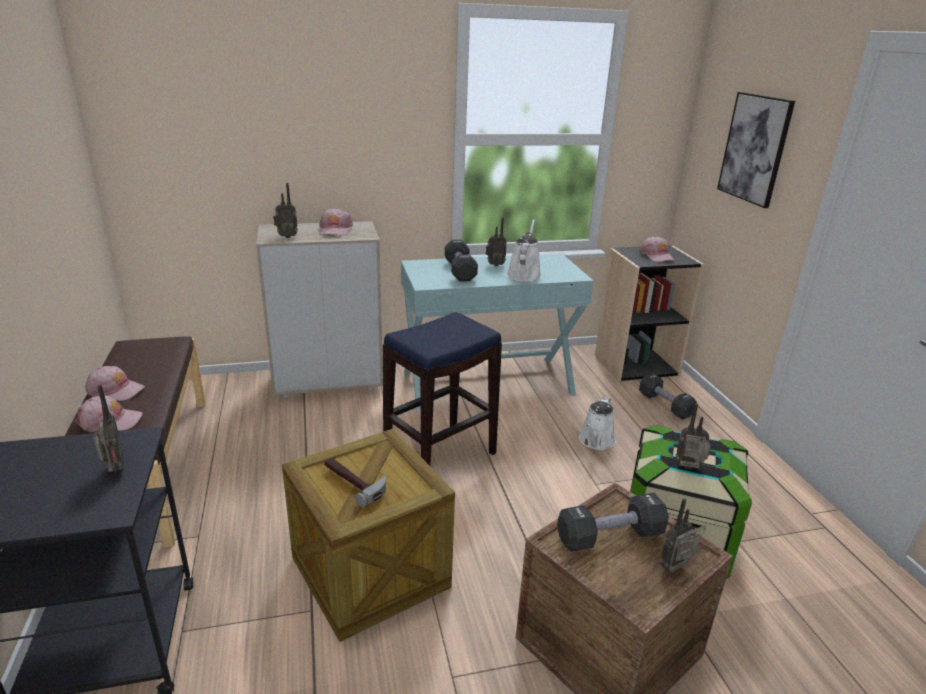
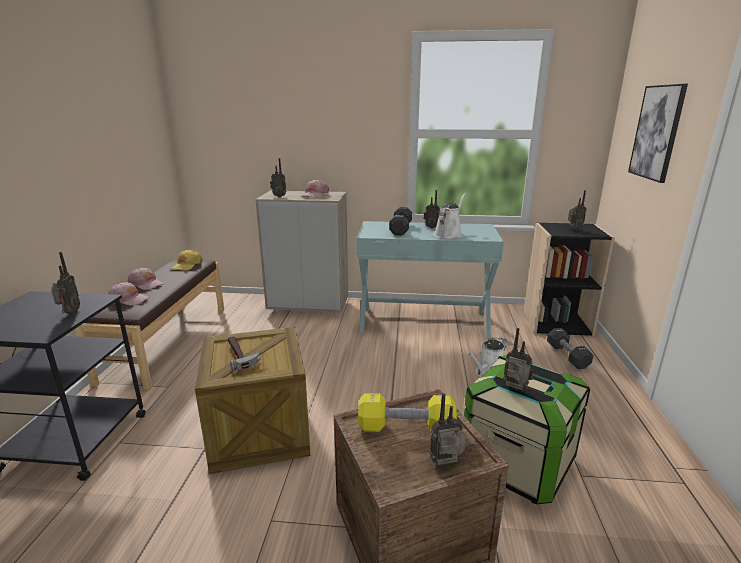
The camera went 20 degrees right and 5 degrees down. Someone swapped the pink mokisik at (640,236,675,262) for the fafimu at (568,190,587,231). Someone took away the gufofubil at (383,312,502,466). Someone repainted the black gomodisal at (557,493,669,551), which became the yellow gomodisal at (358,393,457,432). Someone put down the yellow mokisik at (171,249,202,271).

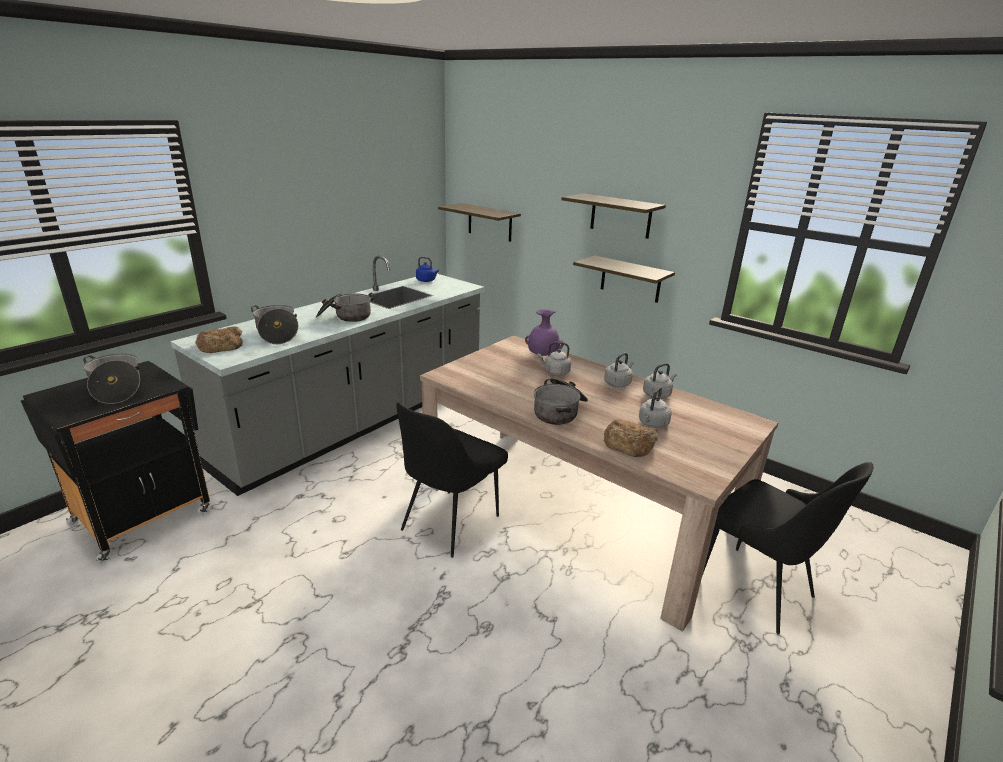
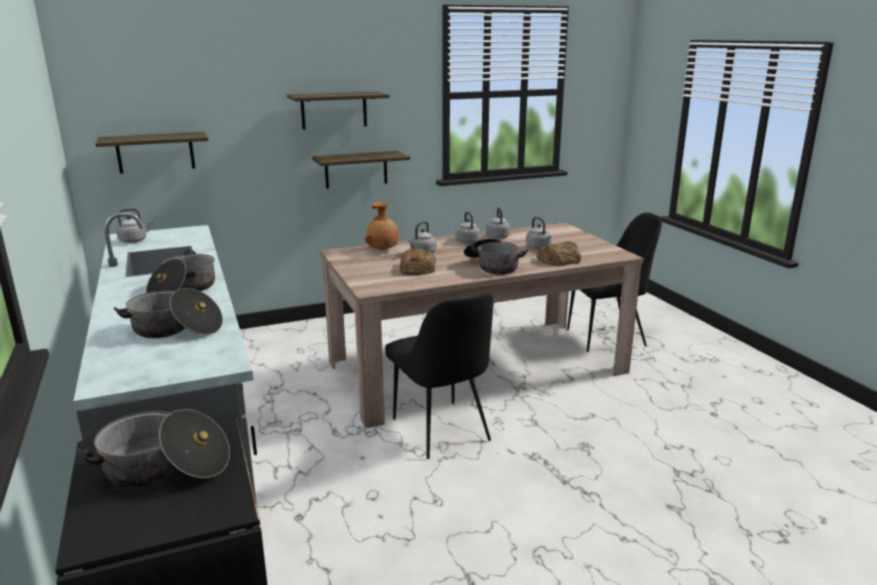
The camera went 60 degrees left and 5 degrees down. Someone repainted the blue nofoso at (416,257,439,282), which became the grey nofoso at (116,208,153,243). Someone repainted the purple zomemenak at (525,309,564,356), which became the brown zomemenak at (365,202,399,250). Someone carried the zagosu from (195,327,243,353) to (400,248,436,275).

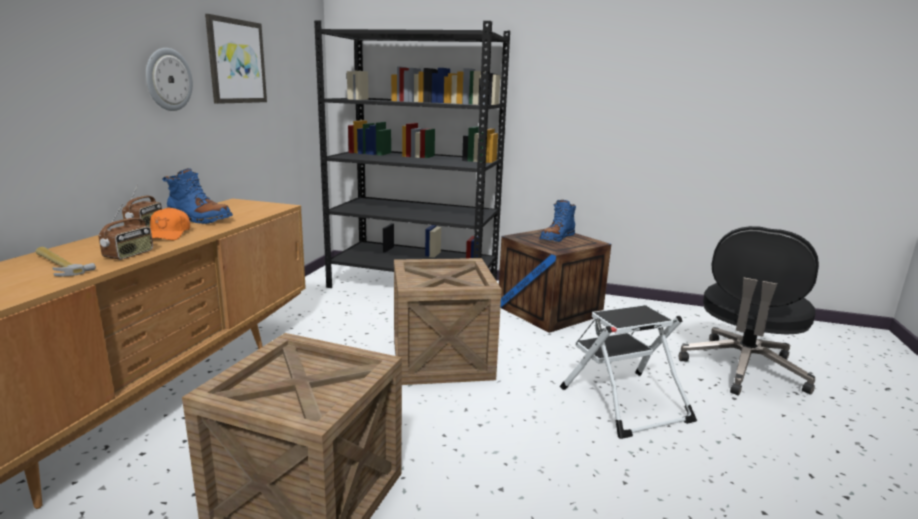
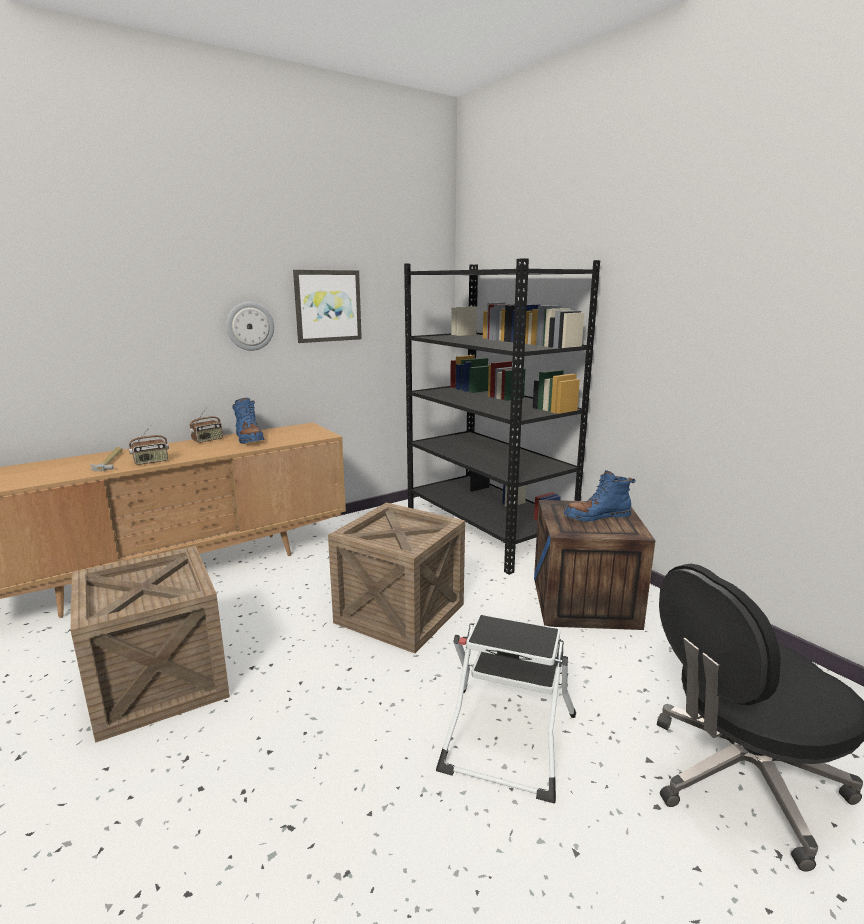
The camera went 40 degrees right and 0 degrees up. Someone took away the orange mokisik at (150,207,190,240).

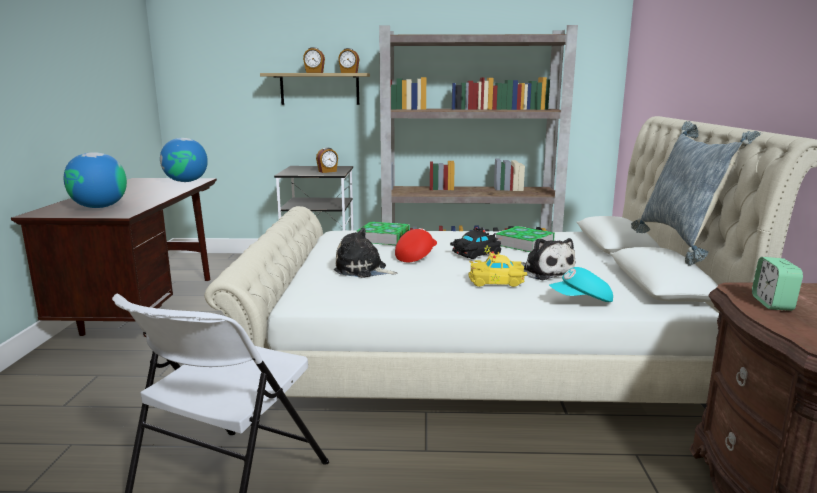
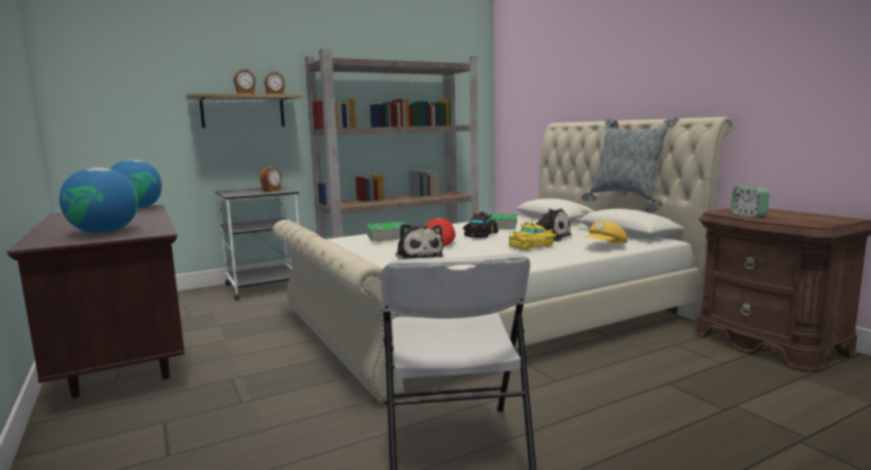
The camera went 30 degrees left and 5 degrees down. Someone rotated the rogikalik at (334,227,398,278) by 105 degrees counterclockwise. Someone repainted the turquoise mokisik at (549,267,613,302), which became the yellow mokisik at (586,221,627,244).

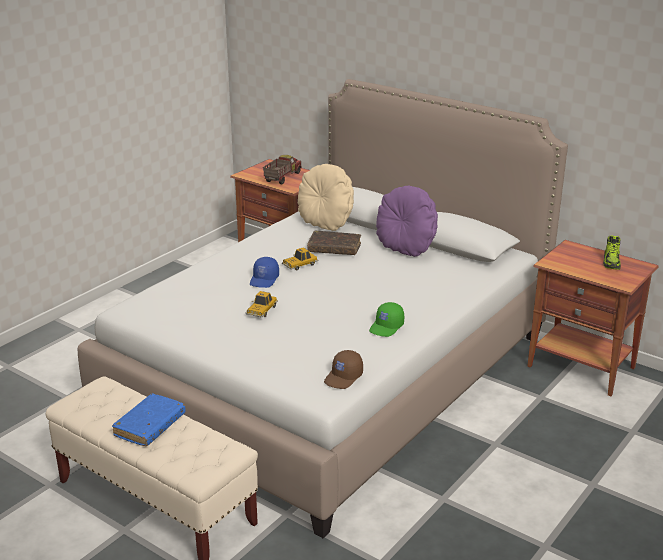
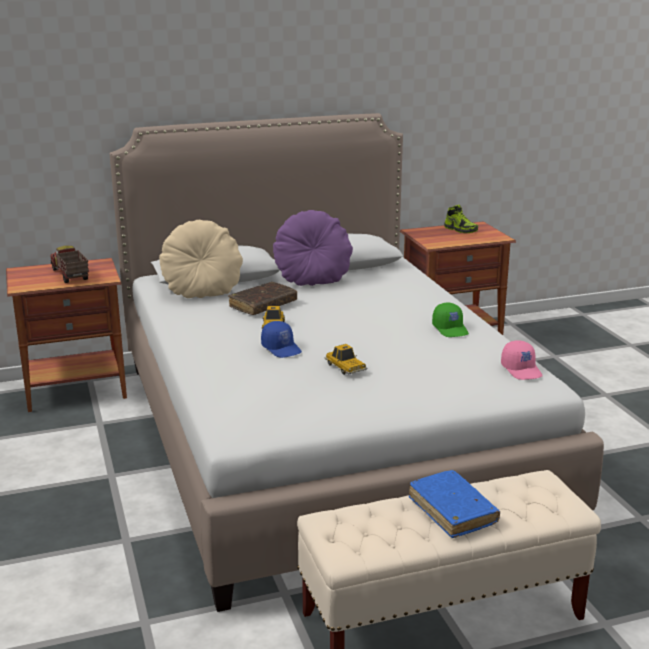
The camera went 55 degrees left and 5 degrees down. Someone repainted the brown mokisik at (324,350,363,389), which became the pink mokisik at (501,340,542,380).

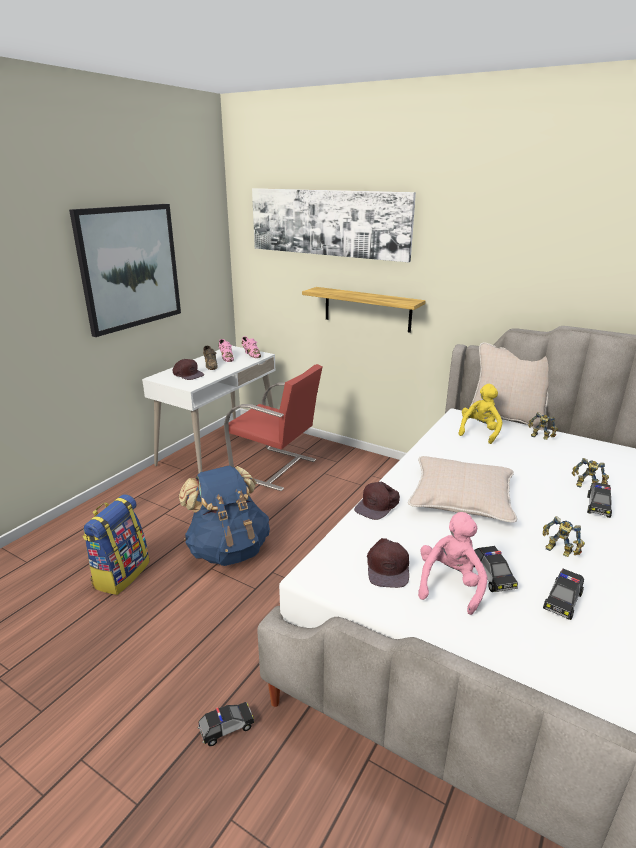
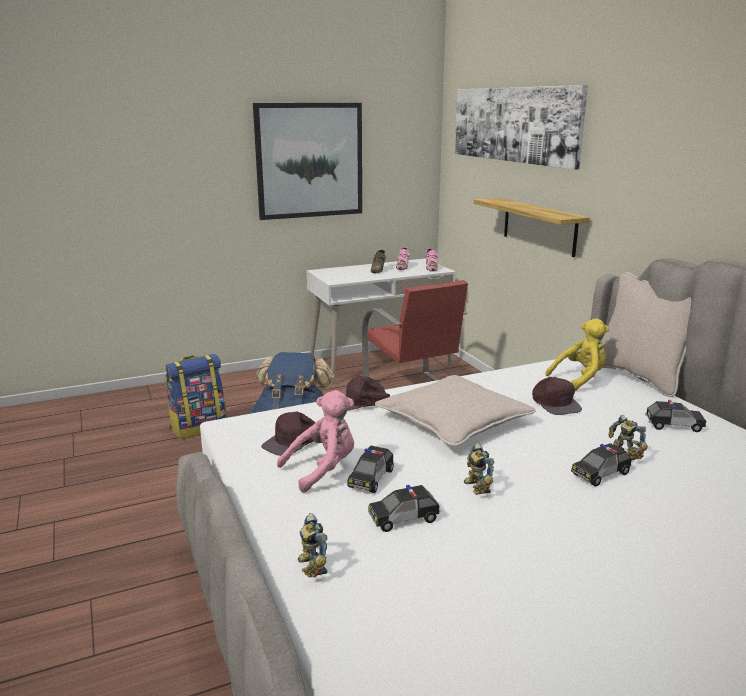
The camera went 35 degrees right and 5 degrees down. Someone carried the brown mokisik from (173,359,204,380) to (532,377,582,415). Someone carried the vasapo from (529,412,558,440) to (298,513,327,577). Someone carried the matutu from (198,702,254,746) to (645,400,706,432).

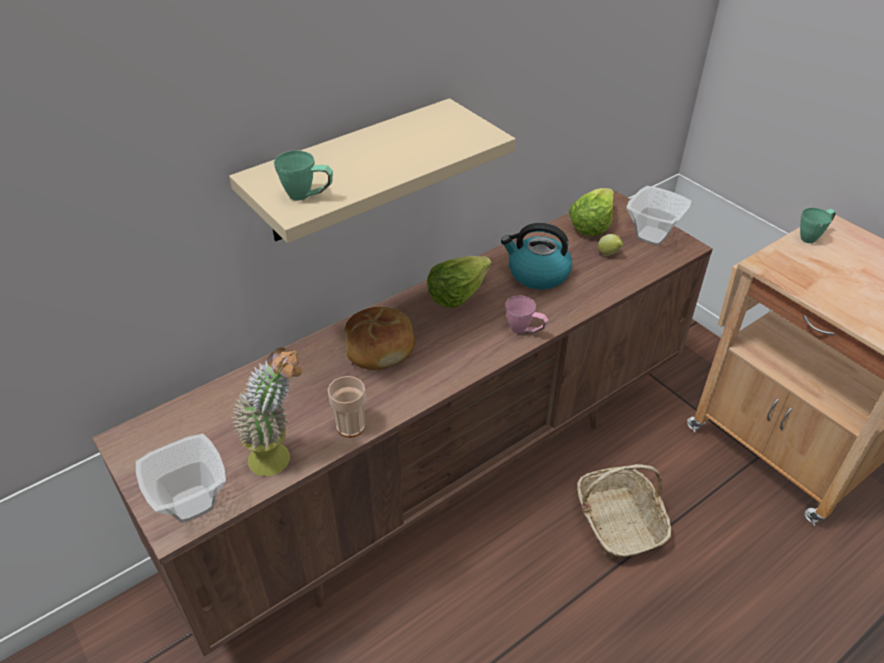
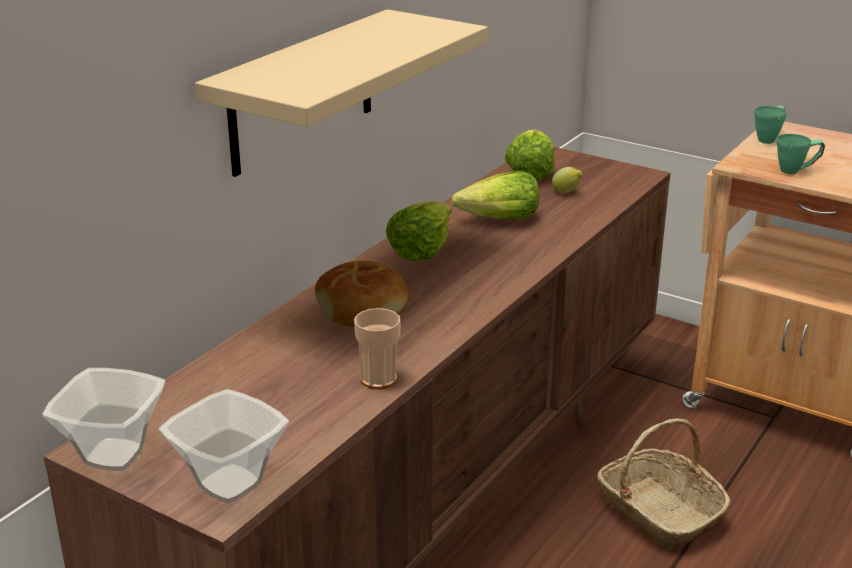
The camera went 20 degrees left and 15 degrees down. Someone carried the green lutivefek from (274,150,333,201) to (777,134,825,174). Someone carried the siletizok from (626,186,691,246) to (42,368,165,471). Someone swapped the nofoso at (501,223,572,289) for the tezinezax at (451,171,540,220). Someone took away the pink lutivefek at (505,295,548,334). Someone took away the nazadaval at (231,347,302,476).

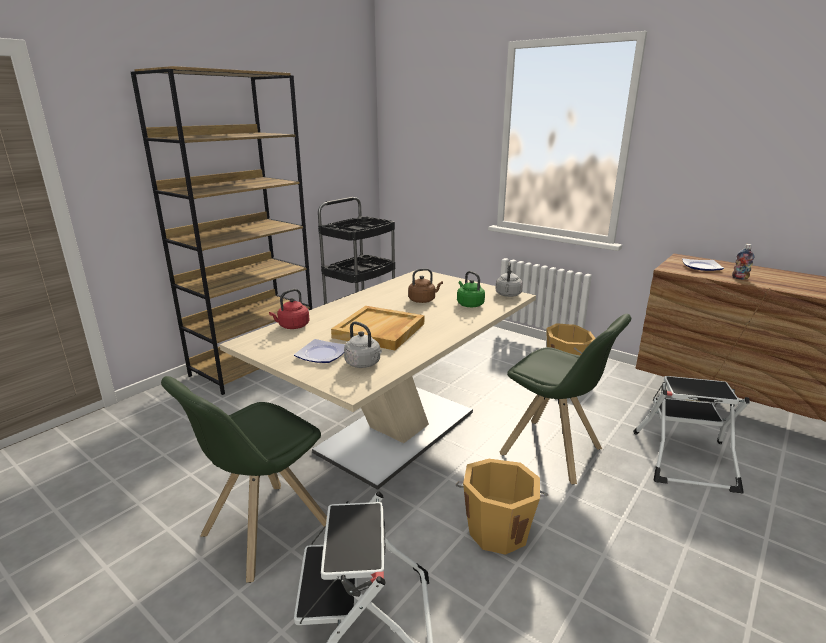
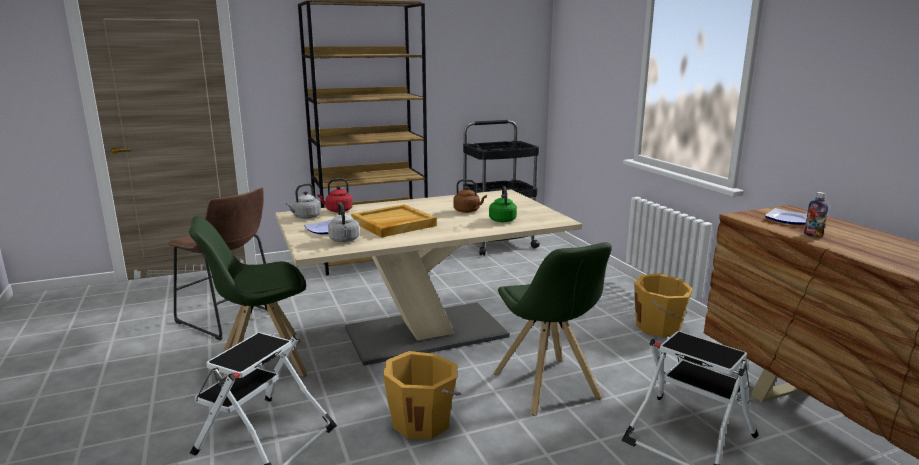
The camera went 30 degrees right and 5 degrees down. Someone carried the grey nofoso from (495,262,523,297) to (286,183,321,219). Someone put down the brown gufofubil at (168,187,267,340).

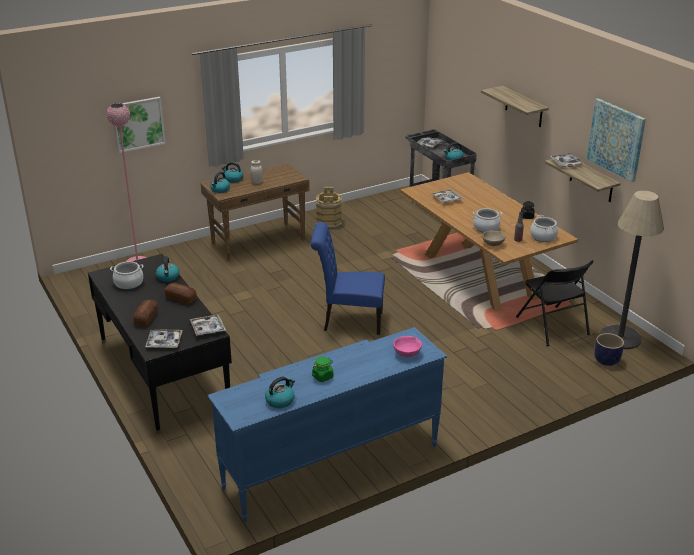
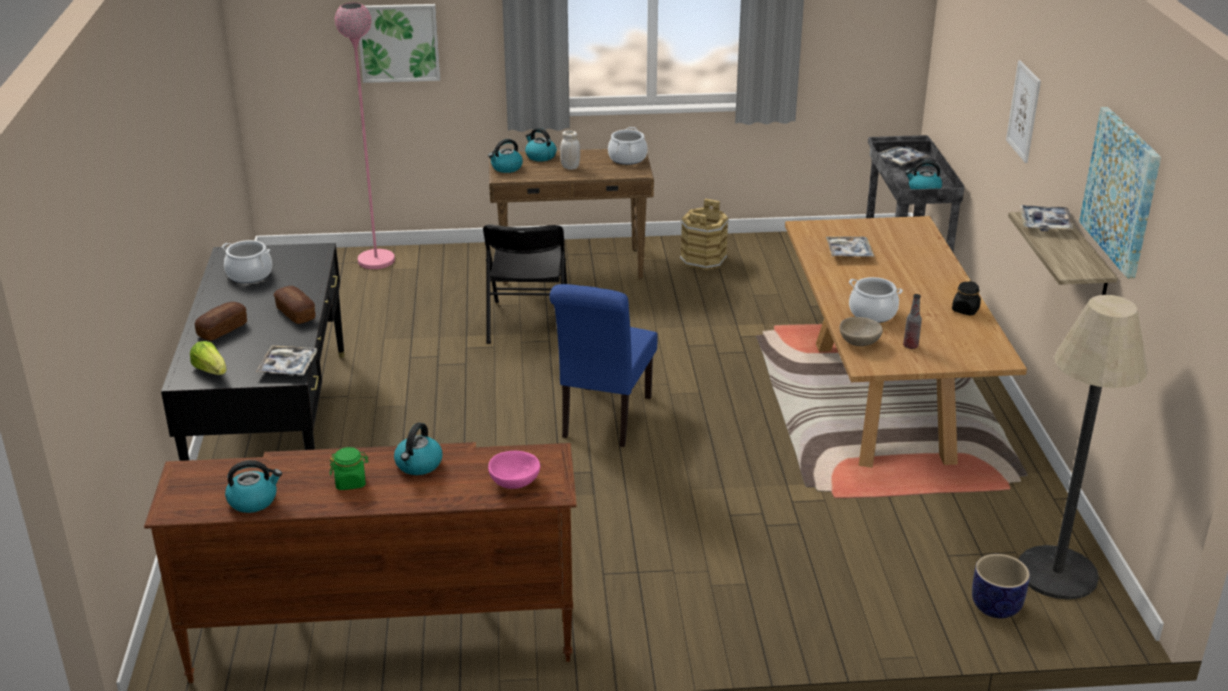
The camera went 25 degrees right and 0 degrees up. Someone swapped the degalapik at (481,86,549,127) for the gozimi at (1006,60,1041,163). Someone carried the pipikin from (530,215,558,242) to (608,127,648,165). Someone rotated the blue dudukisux at (311,222,385,335) by 105 degrees counterclockwise. Someone carried the nofoso from (156,256,179,282) to (394,422,443,475). Someone carried the black dudukisux from (516,260,593,346) to (483,224,567,344). Someone repainted the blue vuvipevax at (207,327,447,523), which became the brown vuvipevax at (144,442,577,683). Someone swapped the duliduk at (145,330,183,348) for the tezinezax at (190,341,227,375).

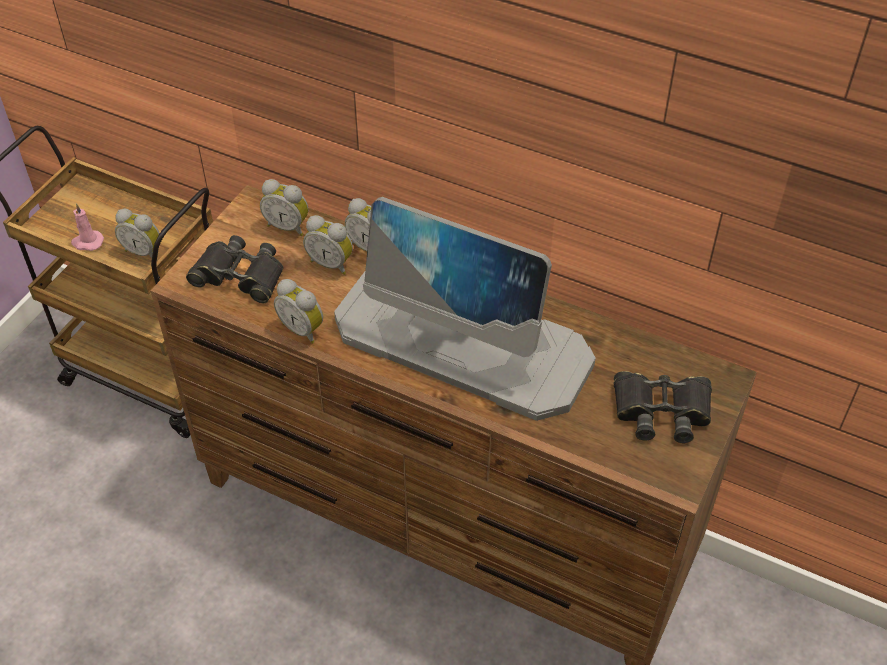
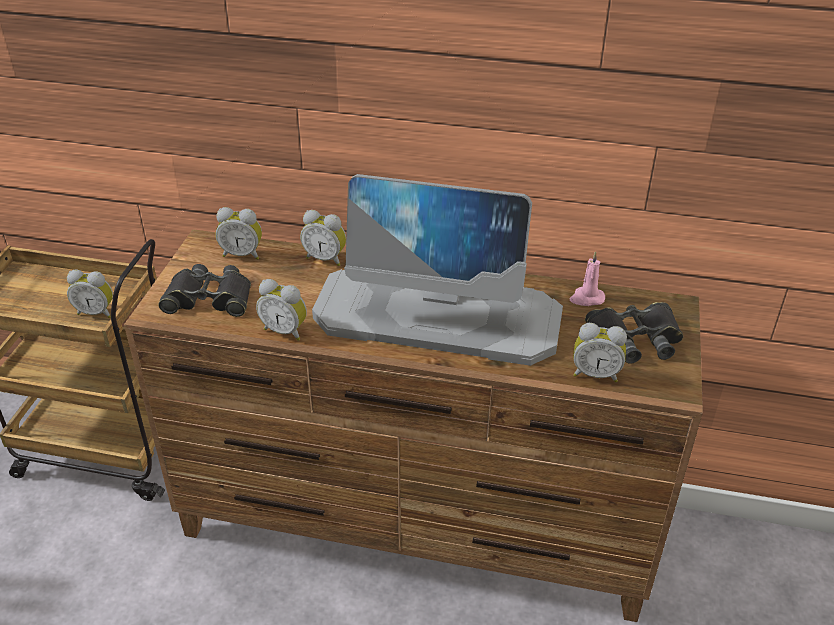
The camera went 15 degrees left and 10 degrees down. Someone carried the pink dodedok from (71,203,104,251) to (570,251,605,306). Someone carried the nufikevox from (303,215,353,275) to (573,323,627,383).

